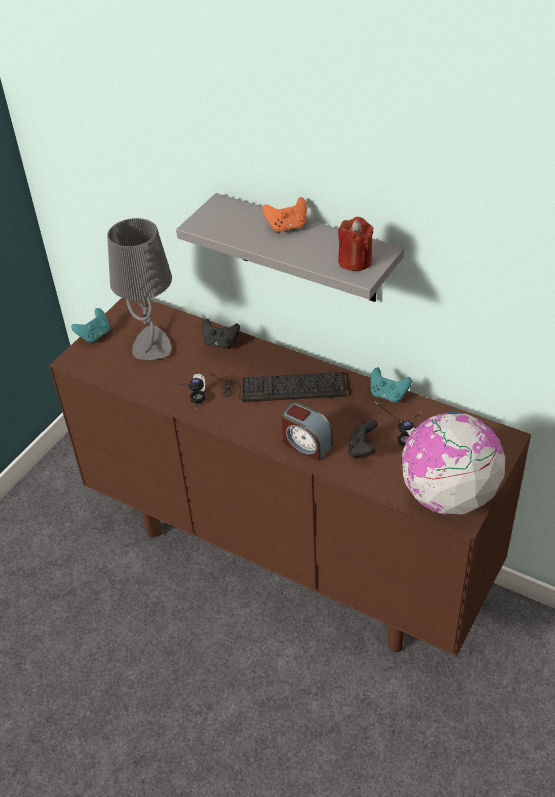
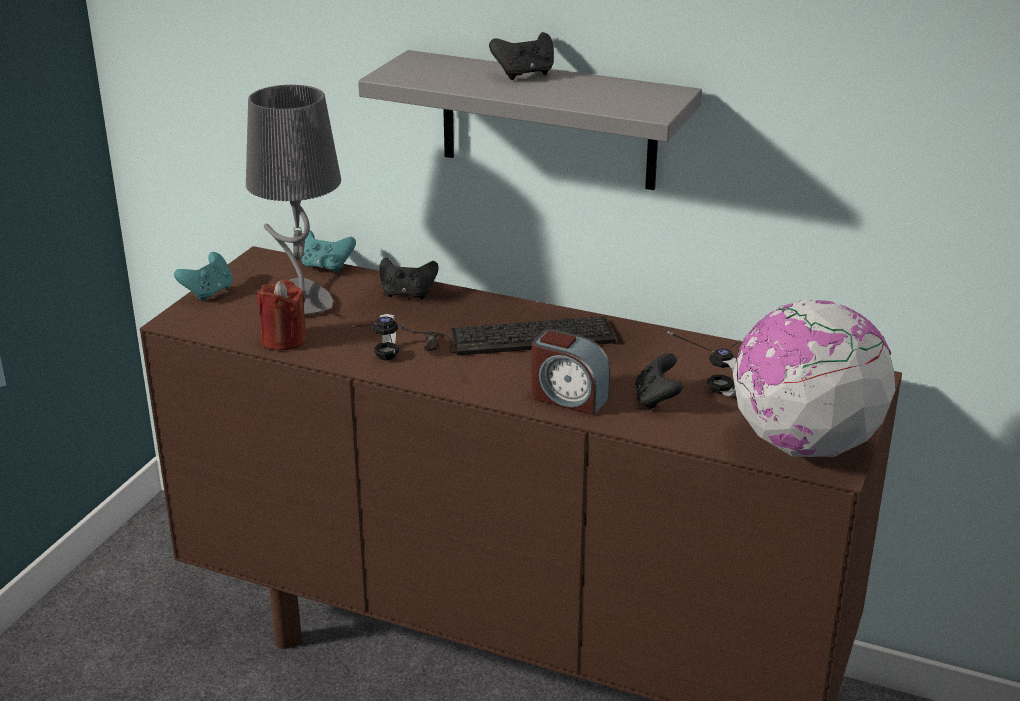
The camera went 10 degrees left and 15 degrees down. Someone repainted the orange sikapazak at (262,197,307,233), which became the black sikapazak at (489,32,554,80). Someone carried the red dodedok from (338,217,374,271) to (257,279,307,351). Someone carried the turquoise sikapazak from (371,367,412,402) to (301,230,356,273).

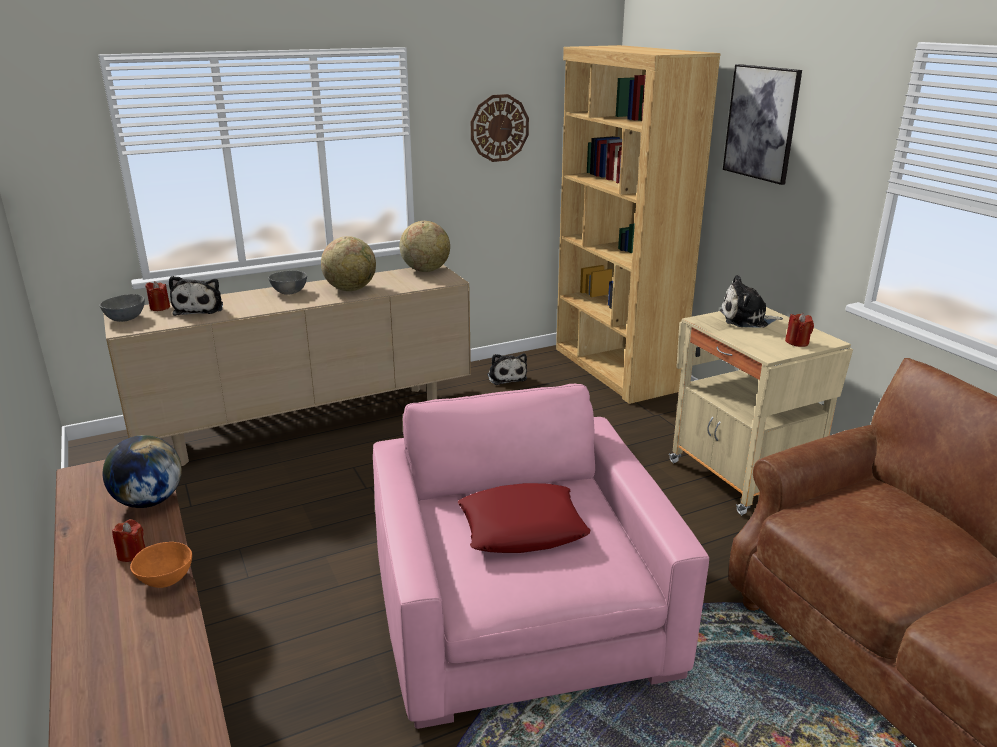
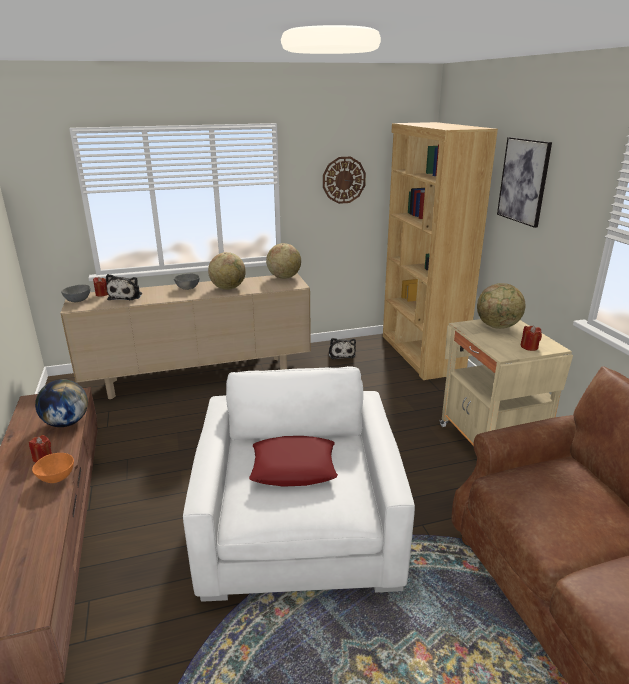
The camera went 10 degrees right and 0 degrees up. Someone swapped the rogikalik at (720,275,783,327) for the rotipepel at (477,283,525,329). Someone repainted the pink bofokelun at (373,384,709,729), which became the white bofokelun at (183,366,415,602).

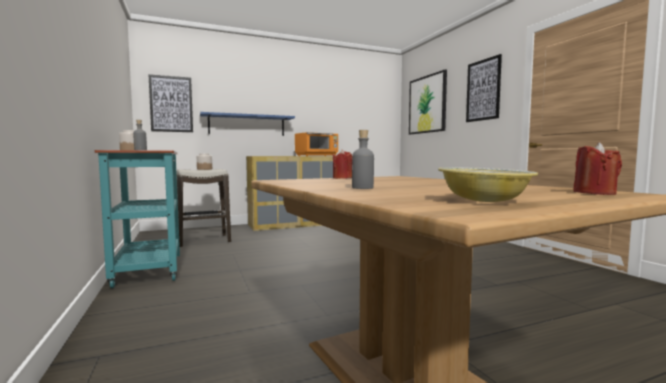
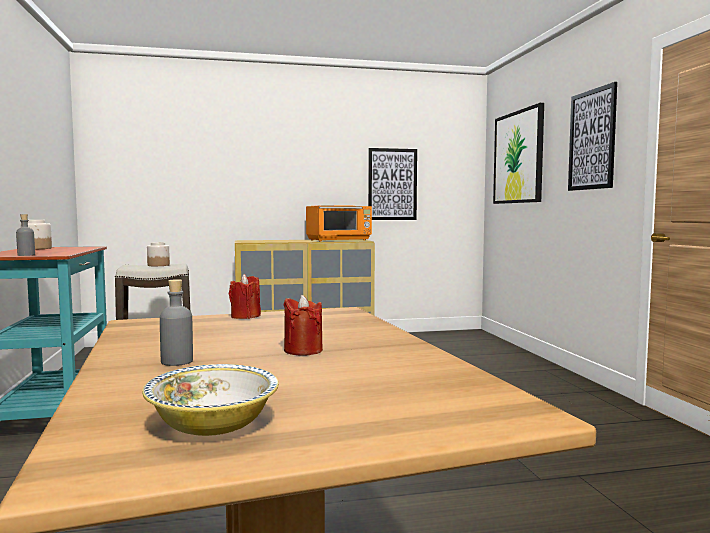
The camera went 10 degrees right and 0 degrees up. Someone carried the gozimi from (148,74,193,132) to (368,148,417,220). Someone took away the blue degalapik at (200,112,295,136). Someone carried the red dodedok from (573,142,622,195) to (283,295,323,356).

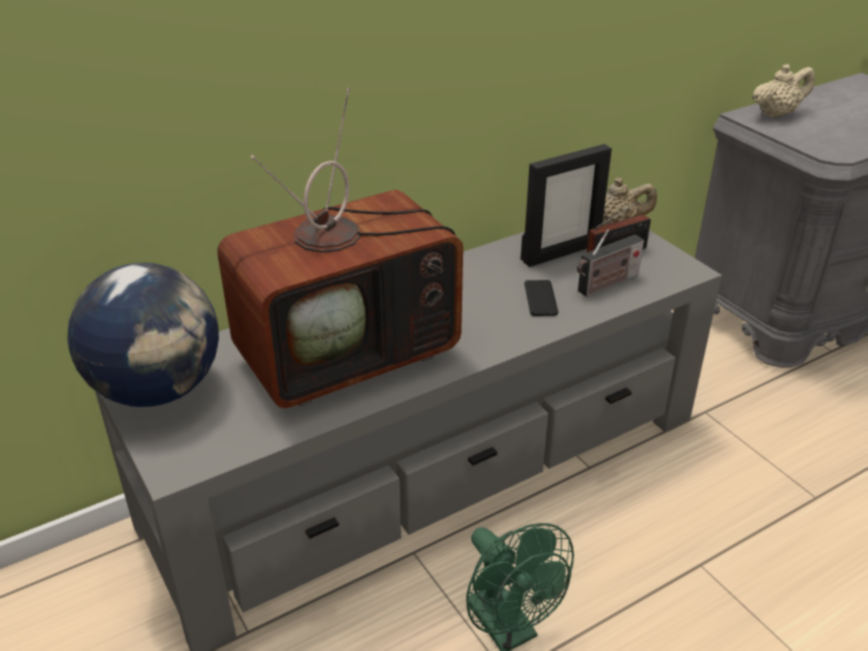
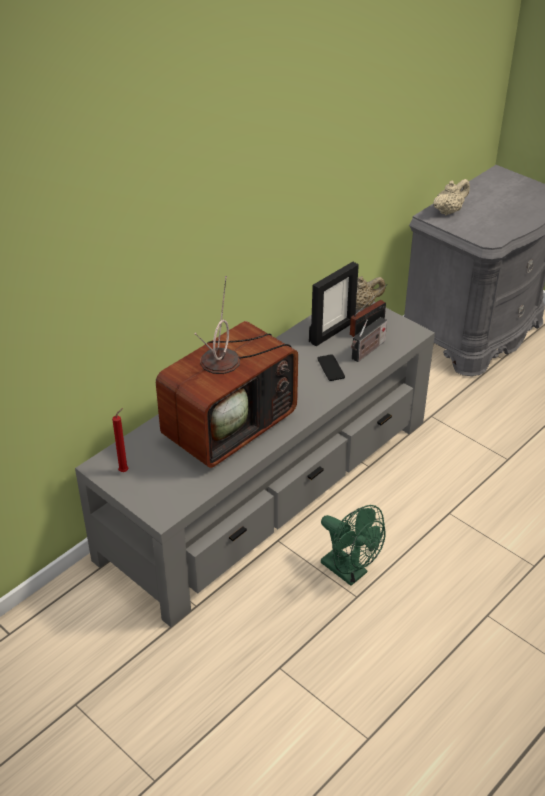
The camera went 15 degrees left and 5 degrees up. Someone swapped the rotipepel at (67,263,219,407) for the red dodedok at (112,408,128,472).

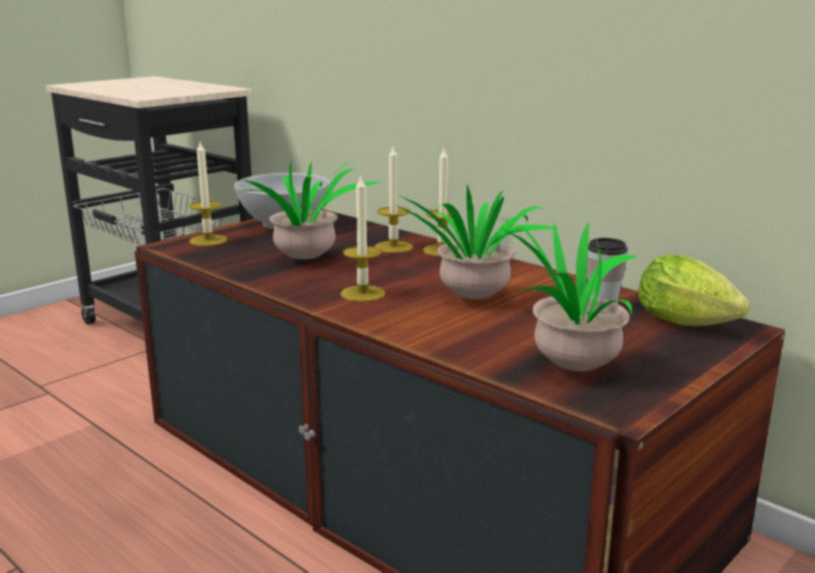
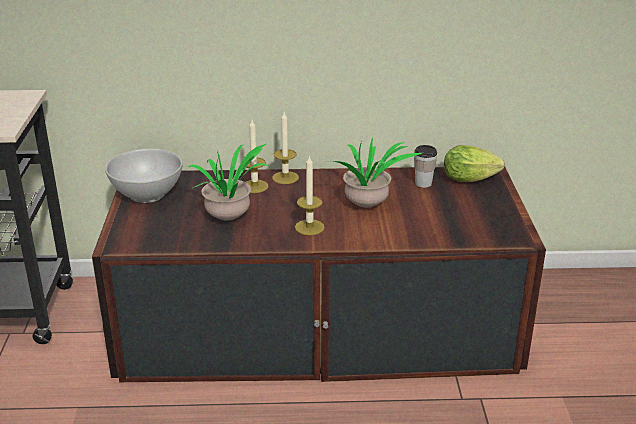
The camera went 45 degrees left and 10 degrees up. Someone took away the dodedok at (189,142,227,246). Someone took away the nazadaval at (503,220,654,371).

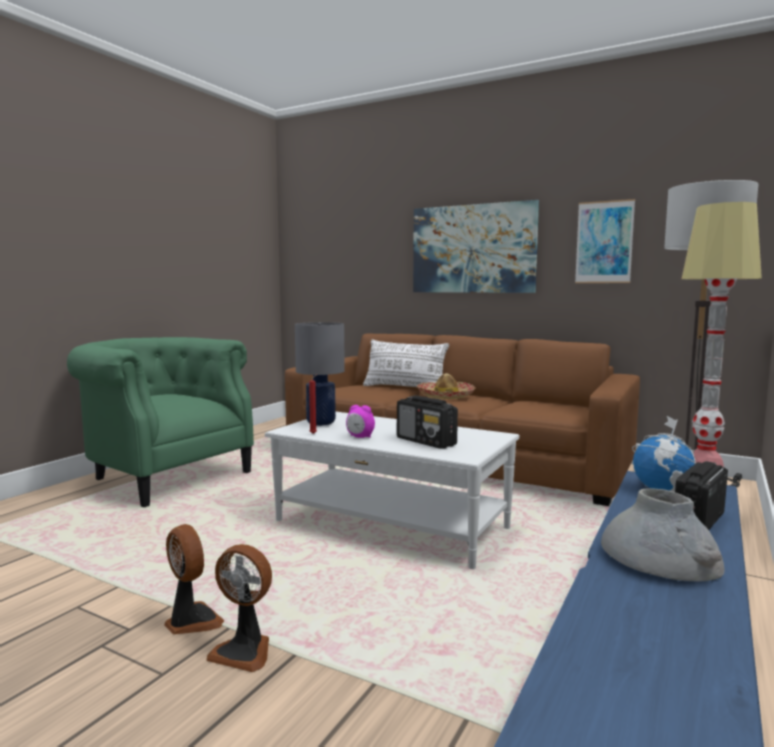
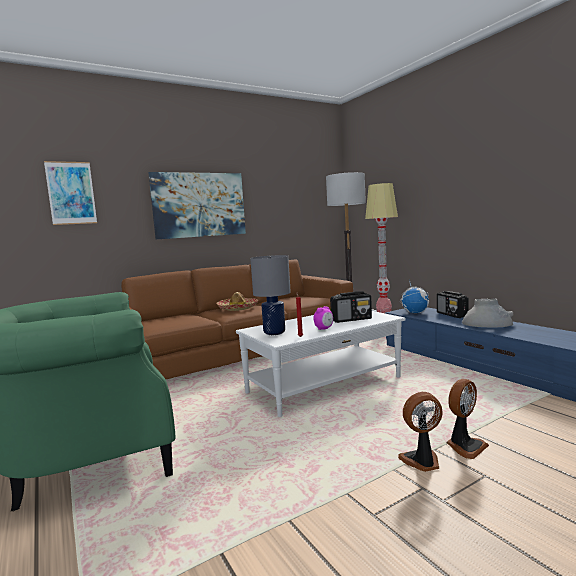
The camera went 60 degrees left and 0 degrees up. Someone carried the gozimi from (575,199,635,283) to (44,161,97,225). Someone took away the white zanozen at (363,340,449,387).

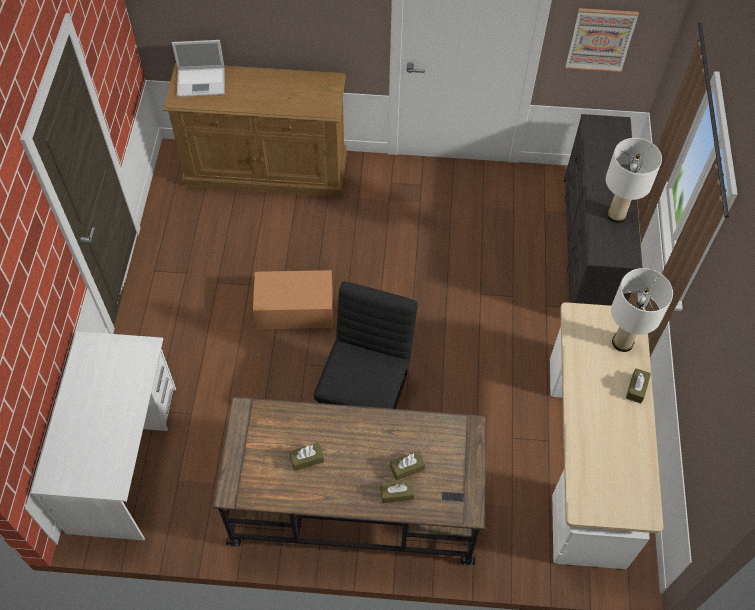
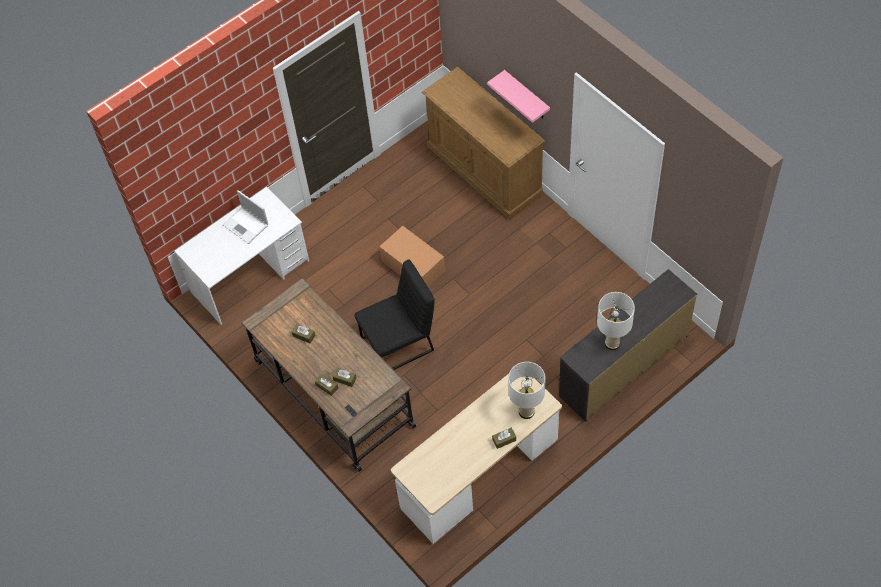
The camera went 50 degrees right and 0 degrees up. Someone took away the gozimi at (565,8,639,72). Someone carried the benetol from (172,40,225,97) to (223,190,268,244). Someone put up the pink degalapik at (487,70,550,123).

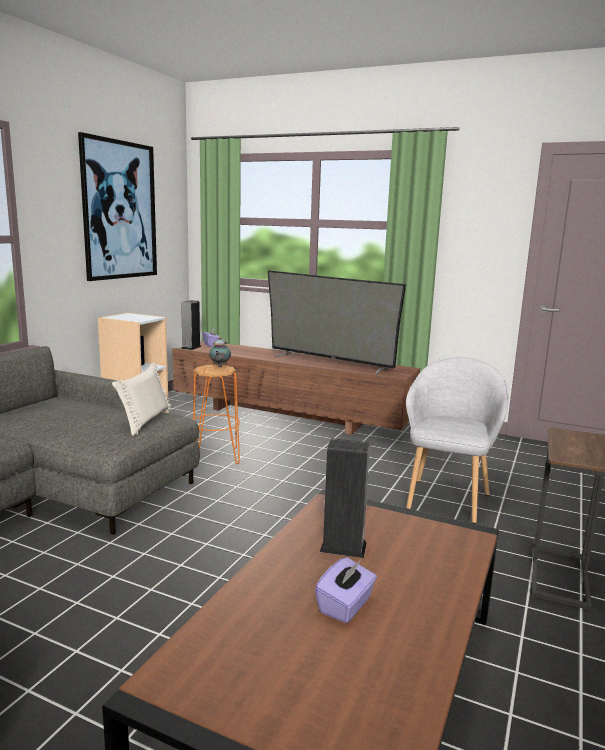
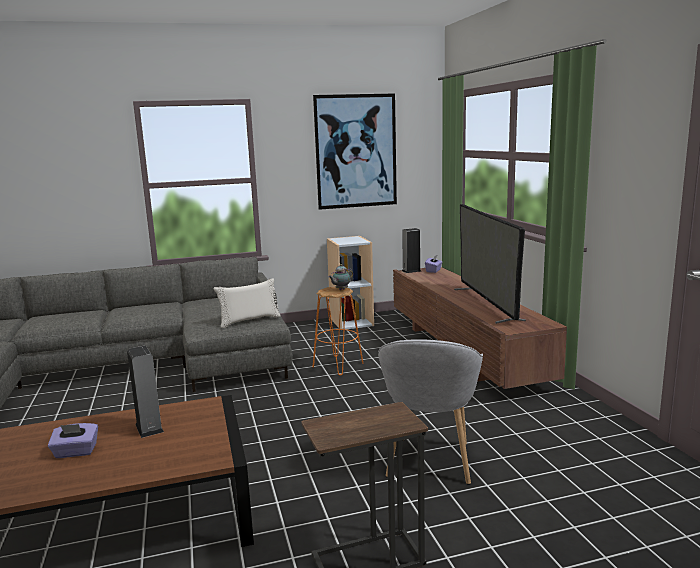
The camera went 50 degrees right and 0 degrees up. Someone rotated the grey bofokelun at (406,357,509,524) by 120 degrees clockwise.

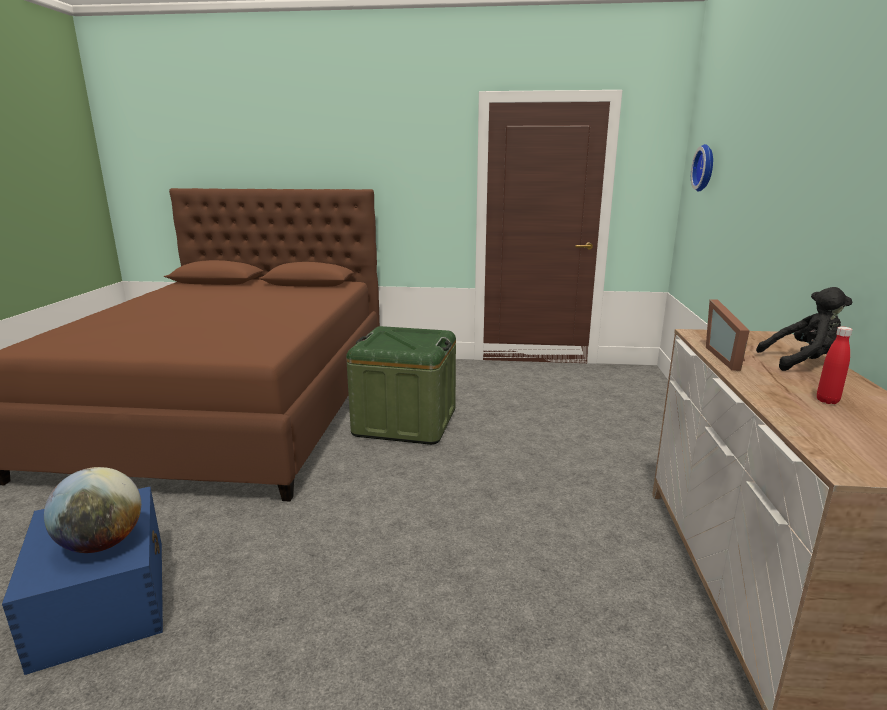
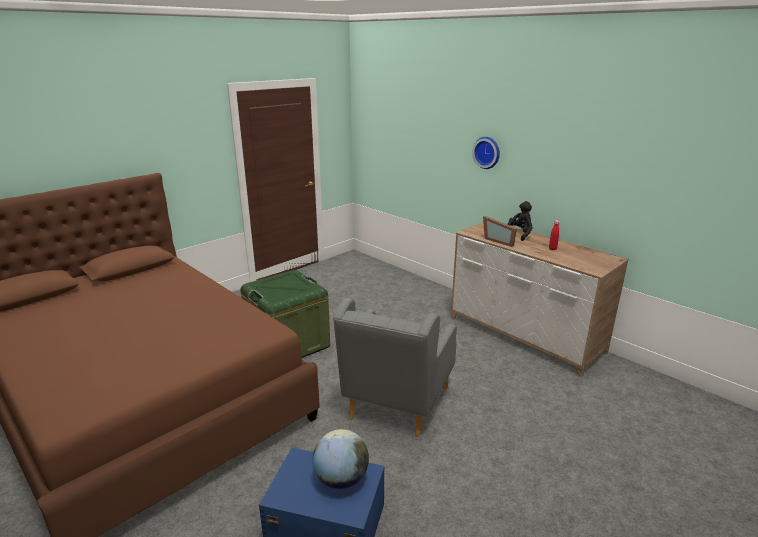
The camera went 50 degrees left and 5 degrees up. Someone carried the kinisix from (691,144,713,192) to (472,137,500,169). Someone put down the grey bofokelun at (333,298,457,437).

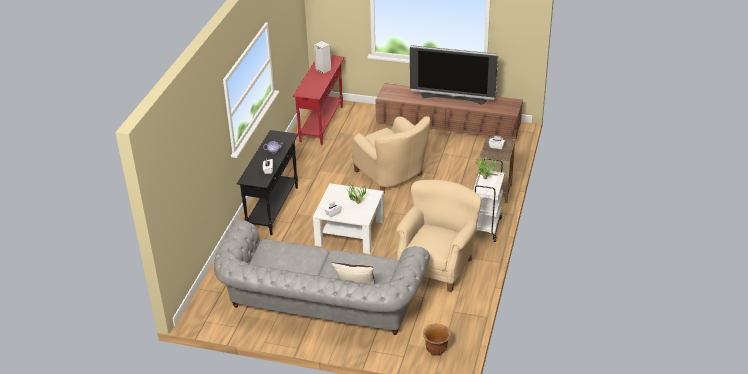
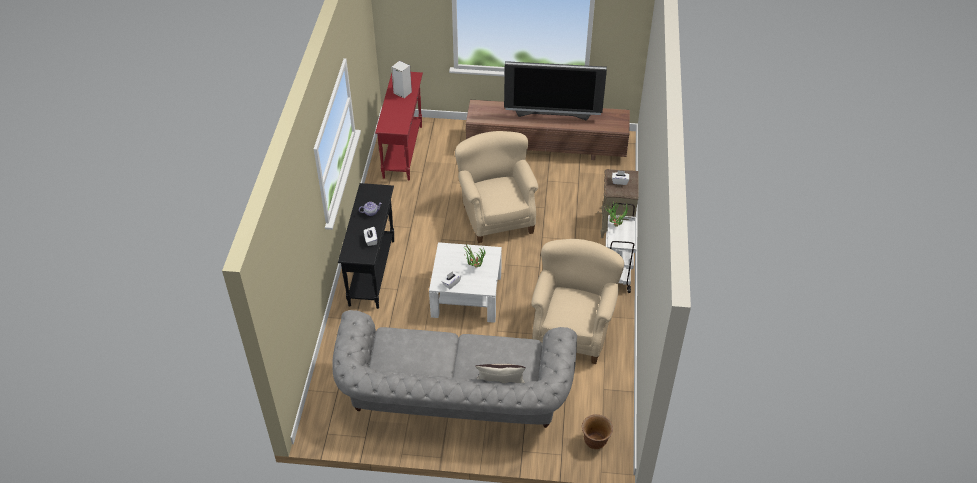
The camera went 10 degrees left and 10 degrees up. Someone rotated the beige bofokelun at (352,116,431,194) by 150 degrees counterclockwise.

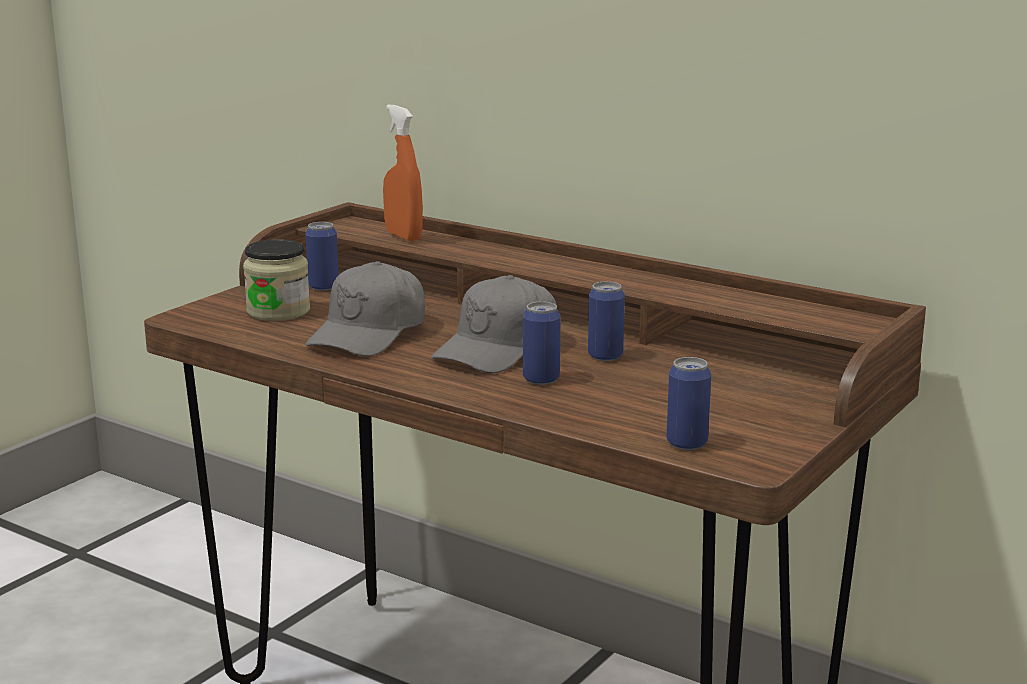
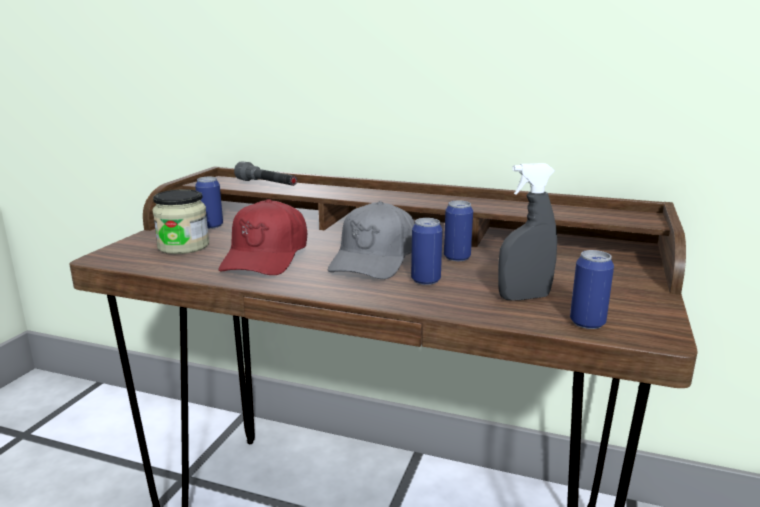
The camera went 15 degrees left and 0 degrees up. Someone swapped the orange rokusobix at (383,105,423,241) for the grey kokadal at (234,161,297,186). Someone repainted the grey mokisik at (306,261,425,357), which became the red mokisik at (218,199,307,275). Someone put down the grey rokusobix at (498,163,557,300).

